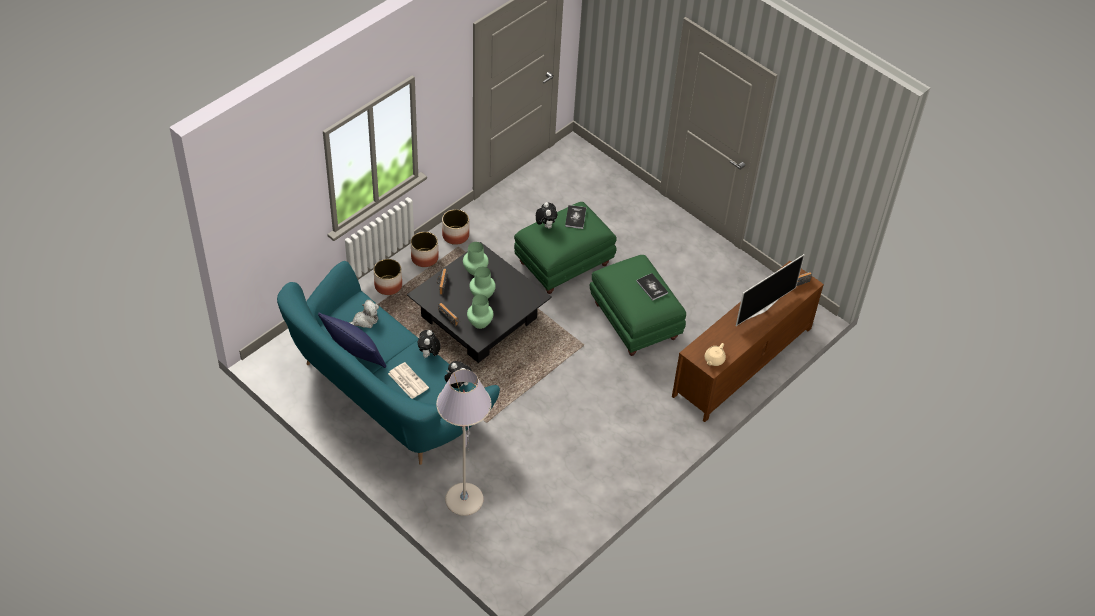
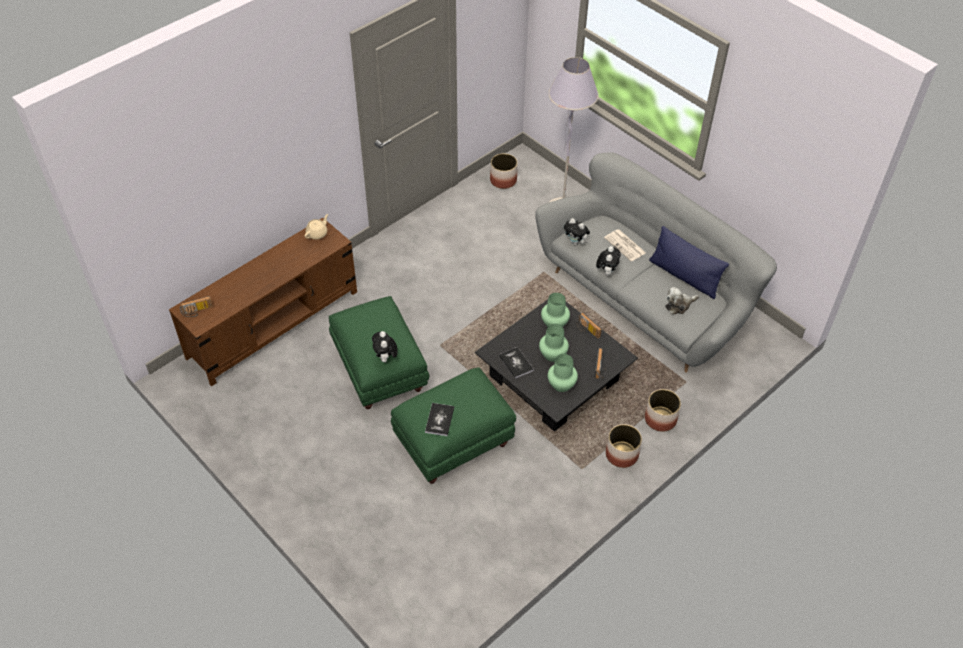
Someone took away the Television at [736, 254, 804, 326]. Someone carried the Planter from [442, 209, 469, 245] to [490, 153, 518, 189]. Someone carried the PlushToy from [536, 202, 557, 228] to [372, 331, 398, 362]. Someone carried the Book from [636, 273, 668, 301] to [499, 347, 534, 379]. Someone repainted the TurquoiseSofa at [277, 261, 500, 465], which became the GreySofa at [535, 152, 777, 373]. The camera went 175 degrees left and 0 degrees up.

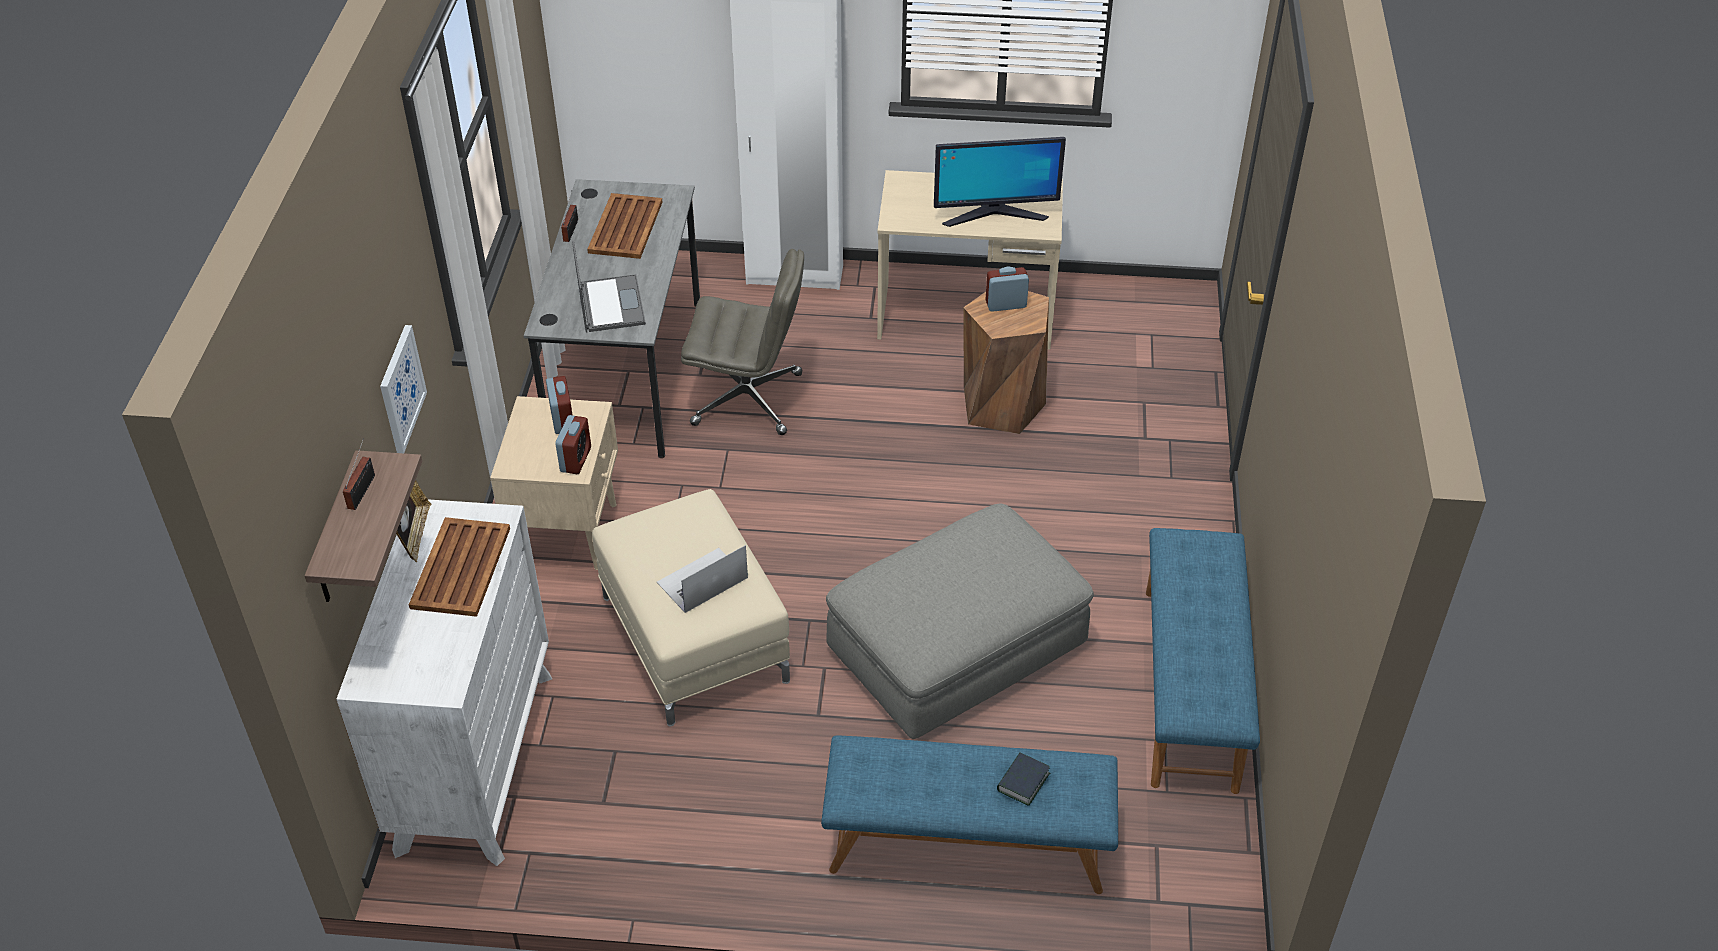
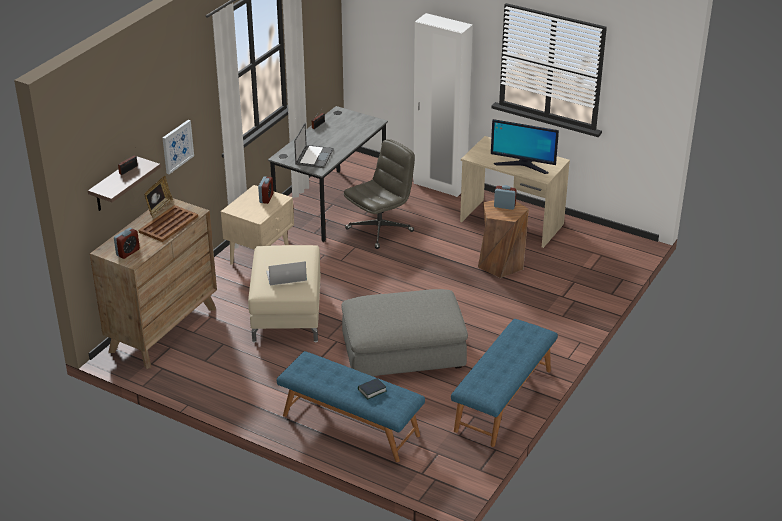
Someone took away the BrownTray at [587, 193, 662, 259]. Someone carried the AlarmClock from [555, 415, 591, 474] to [114, 228, 140, 259]. Someone repainted the WhiteDresser at [337, 499, 552, 866], which became the BrownDresser at [90, 198, 217, 369]. Someone rotated the GreyOfficeChair at [681, 249, 804, 435] by 75 degrees counterclockwise. The camera went 25 degrees right and 10 degrees down.

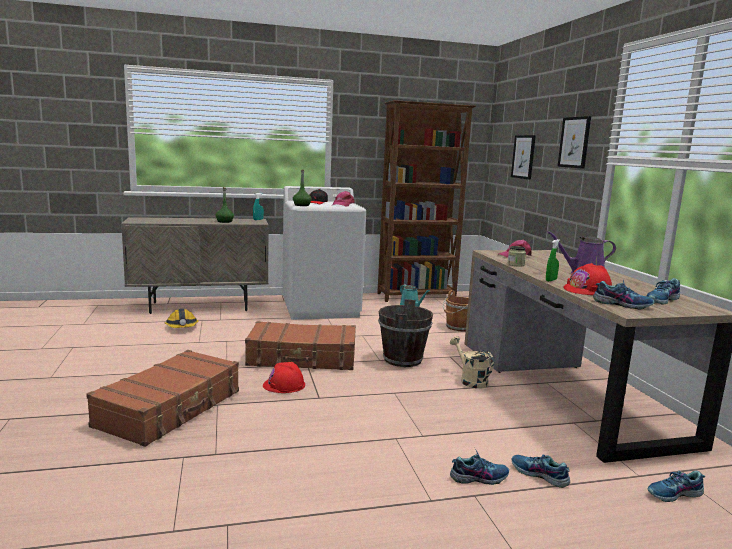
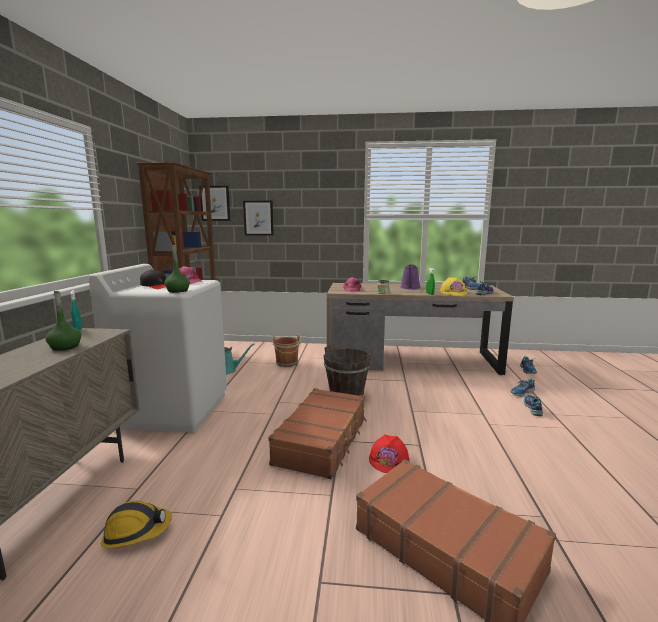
Someone took away the BeigeWateringCan at [450, 336, 494, 388]. Someone carried the Picture from [557, 116, 591, 169] to [199, 186, 230, 221]. Someone repainted the RedHardHat at [564, 263, 612, 295], which became the YellowHardHat at [440, 277, 467, 296]. The camera went 70 degrees left and 0 degrees up.

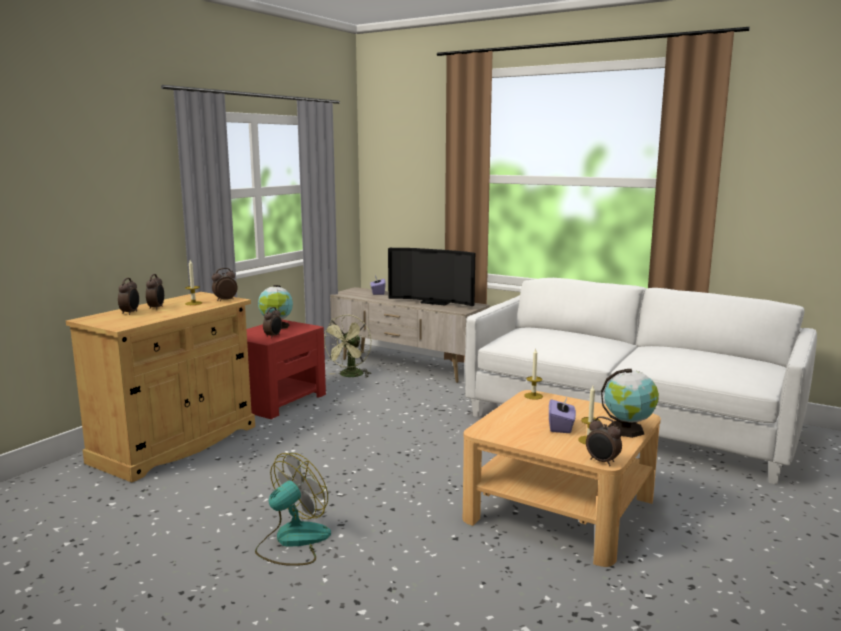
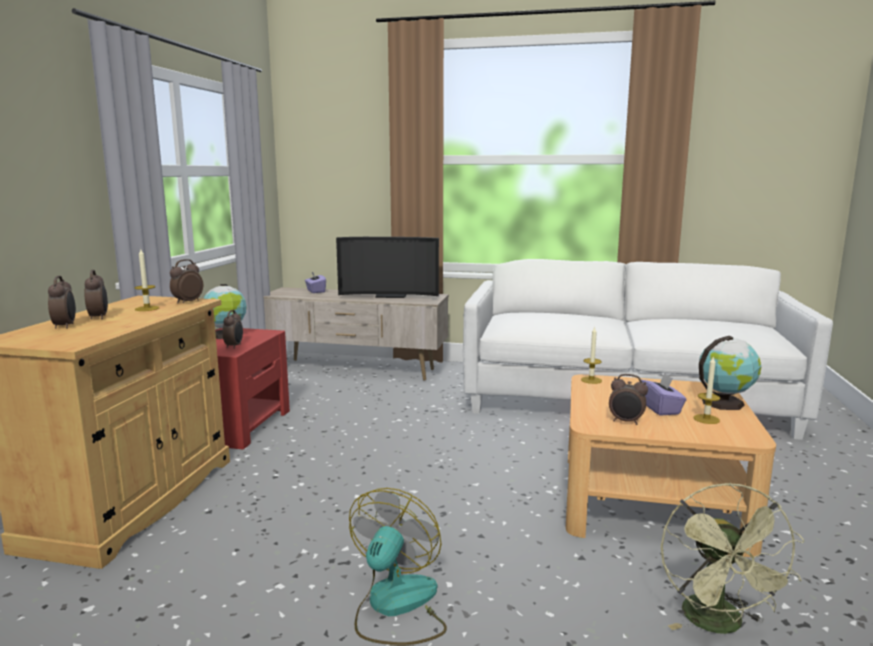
Someone carried the GreenFan from [324, 314, 371, 377] to [661, 483, 804, 634]. Someone carried the AlarmClock from [586, 416, 622, 466] to [609, 374, 648, 425]. The camera went 20 degrees left and 0 degrees up.

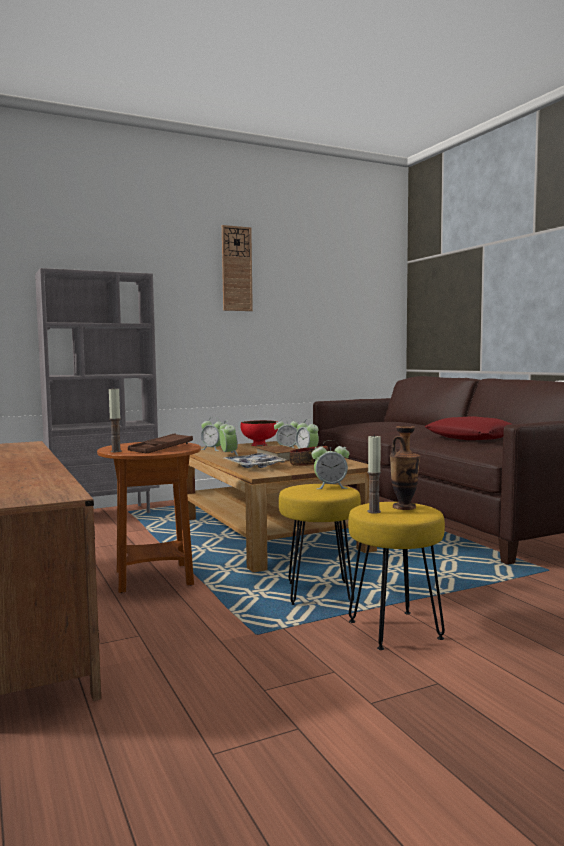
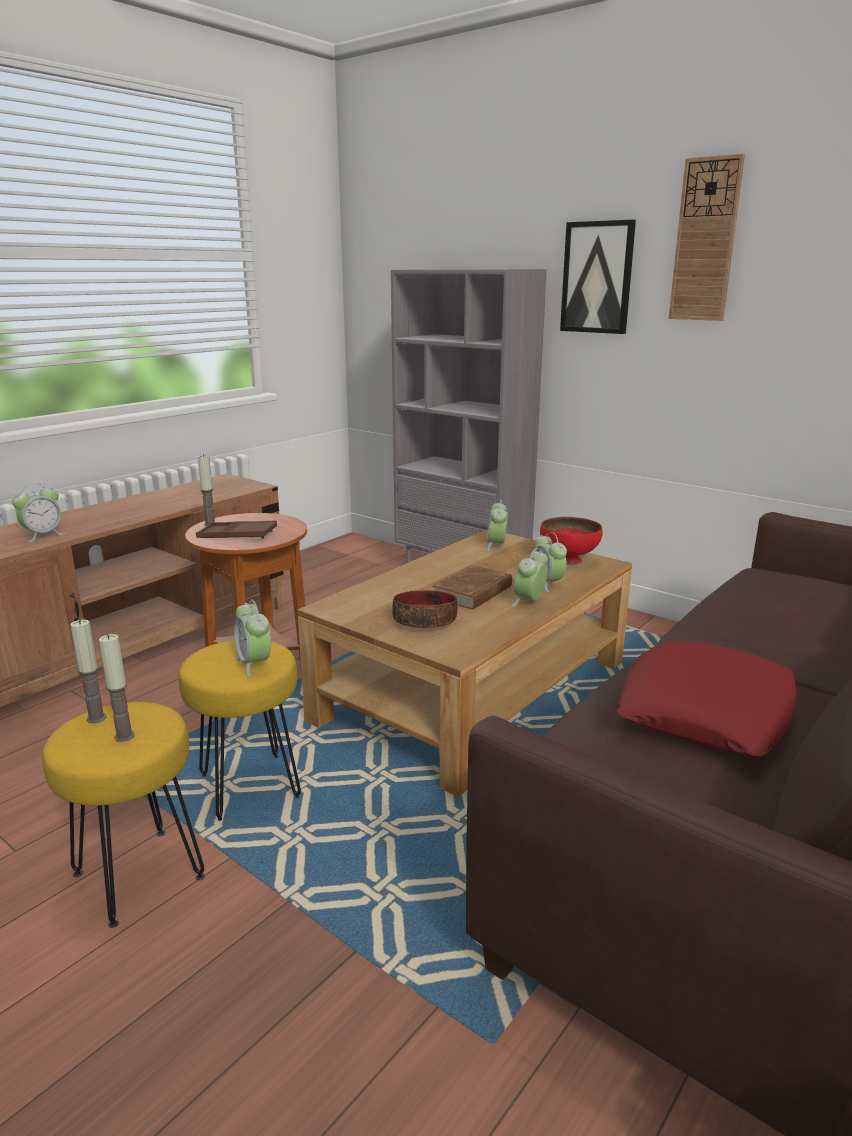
Someone took away the Tray at [224, 453, 287, 468]. Someone put up the Picture at [560, 220, 636, 334]. Someone carried the AlarmClock from [219, 420, 238, 456] to [12, 483, 65, 542]. Someone swapped the Vase at [390, 426, 420, 510] for the Candle at [99, 634, 135, 742]. The camera went 65 degrees right and 15 degrees up.

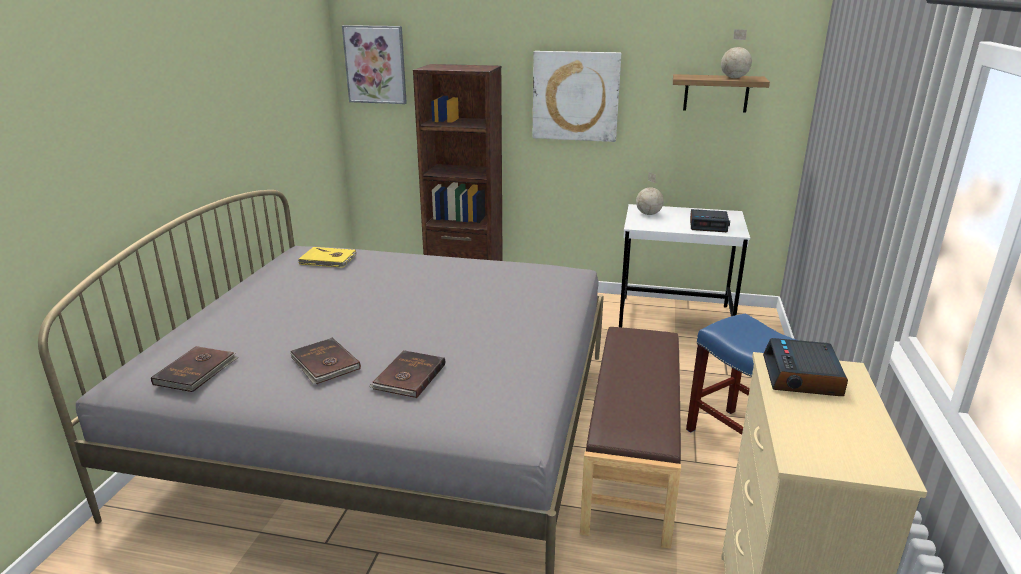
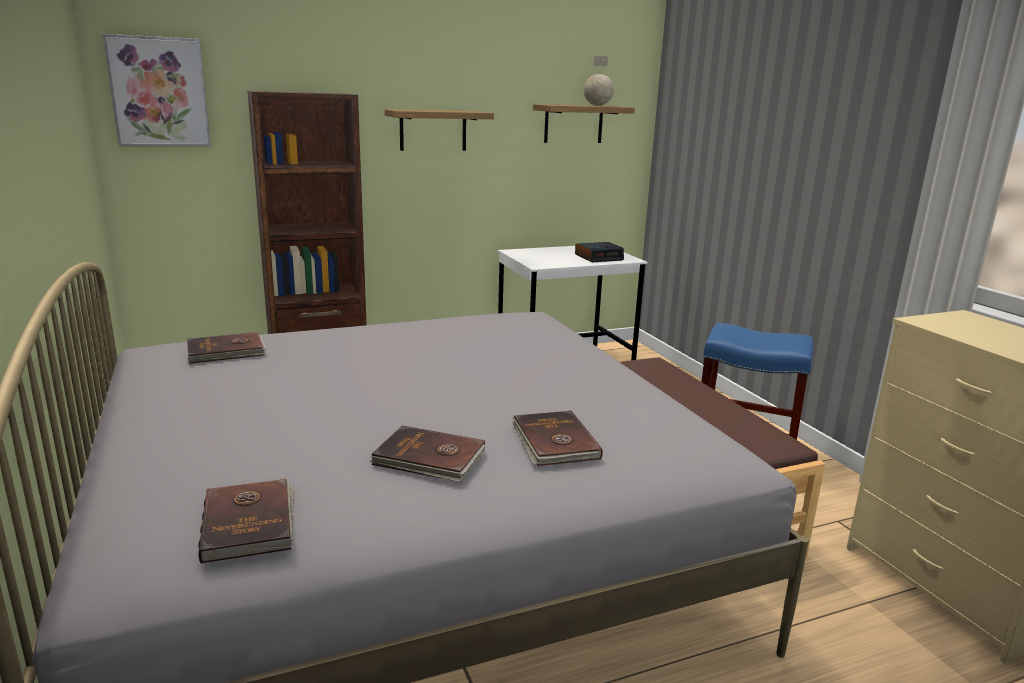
Someone took away the Globe at [636, 172, 664, 215]. Someone took away the AlarmClock at [763, 338, 848, 396]. Someone swapped the Picture at [533, 51, 621, 142] for the Shelf at [385, 109, 494, 151]. Someone repainted the YellowBook at [298, 247, 356, 268], which became the BrownBook at [187, 332, 266, 364]. The camera went 35 degrees left and 5 degrees down.

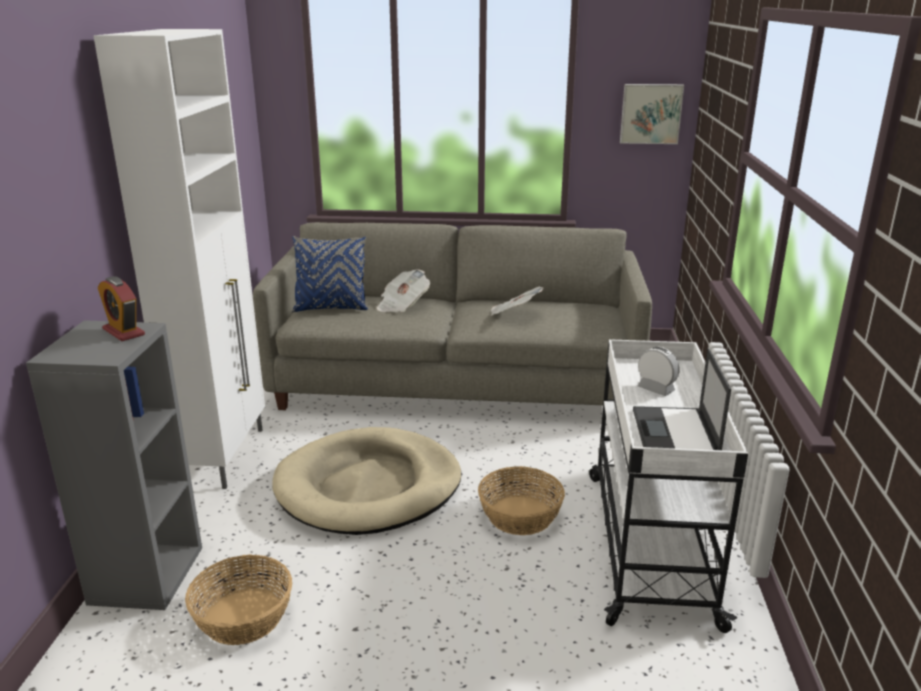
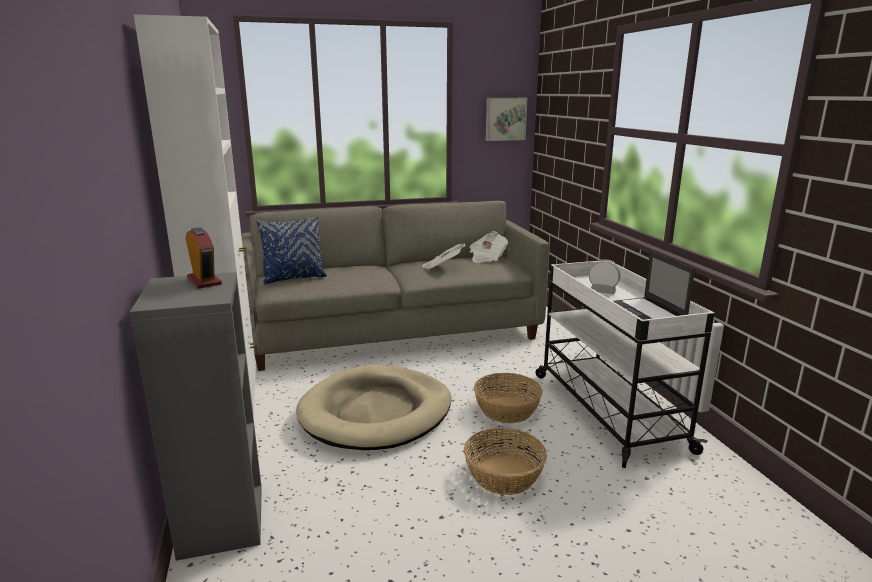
Someone carried the Basket from [185, 554, 292, 645] to [464, 428, 547, 495]. Someone carried the Newspaper from [377, 269, 430, 312] to [469, 231, 508, 263]. Someone rotated the AlarmClock at [97, 276, 145, 341] by 150 degrees counterclockwise. The camera went 20 degrees left and 5 degrees down.

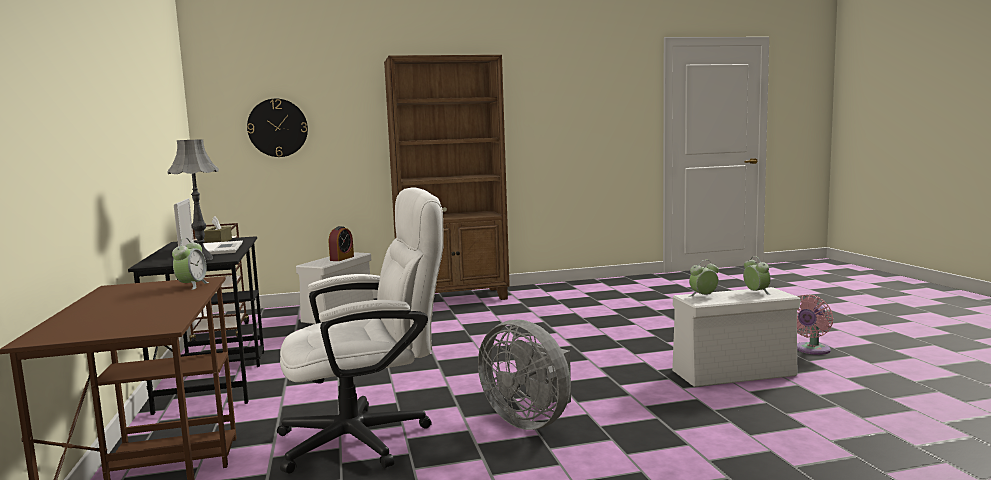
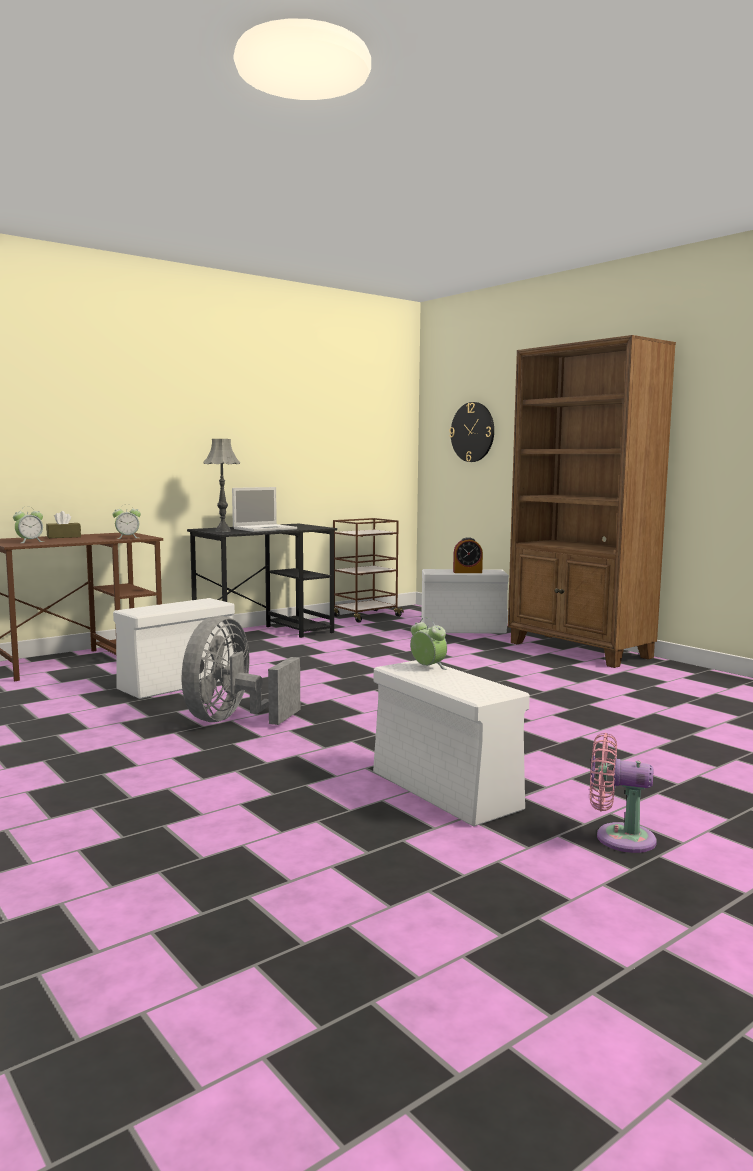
Someone carried the BrownTissueBox from [204, 216, 232, 243] to [46, 511, 81, 538]. Someone carried the AlarmClock from [743, 256, 771, 295] to [13, 507, 44, 543]. Someone swapped the WhiteOfficeChair at [277, 187, 444, 473] for the WhiteStorageBox at [113, 598, 235, 699]. The camera went 65 degrees right and 0 degrees up.

